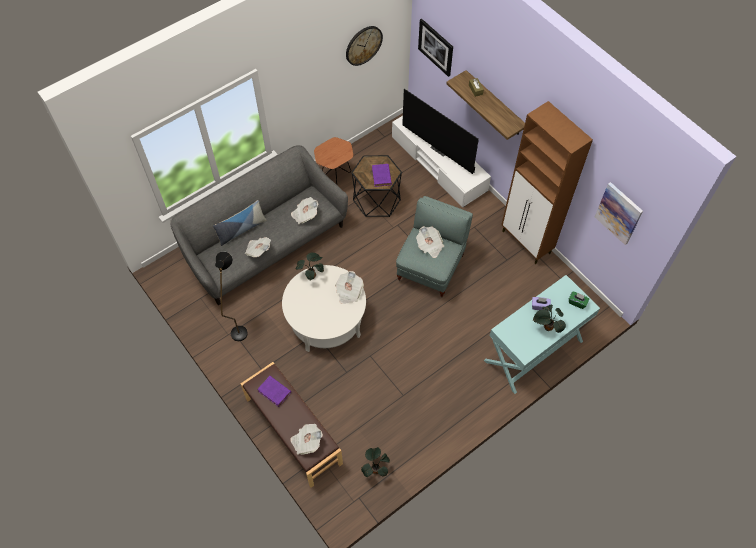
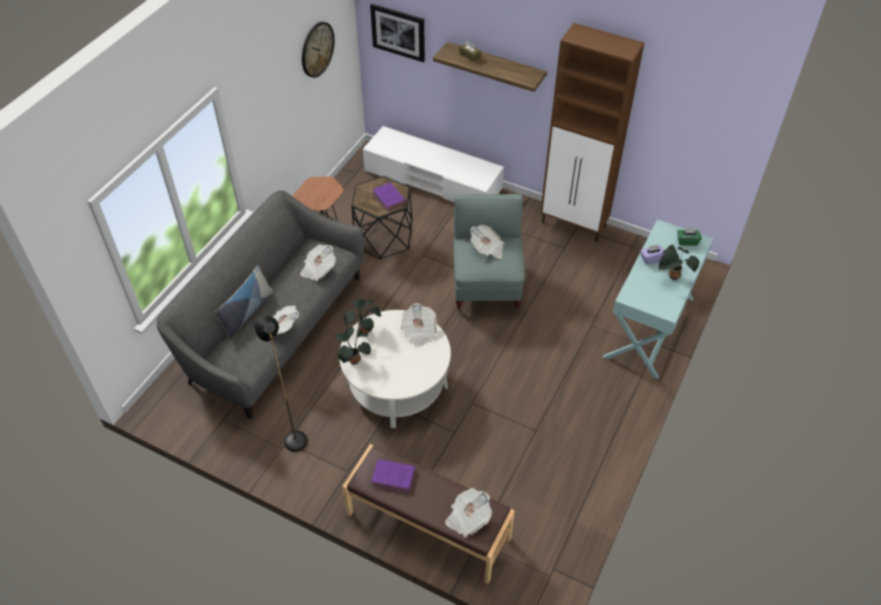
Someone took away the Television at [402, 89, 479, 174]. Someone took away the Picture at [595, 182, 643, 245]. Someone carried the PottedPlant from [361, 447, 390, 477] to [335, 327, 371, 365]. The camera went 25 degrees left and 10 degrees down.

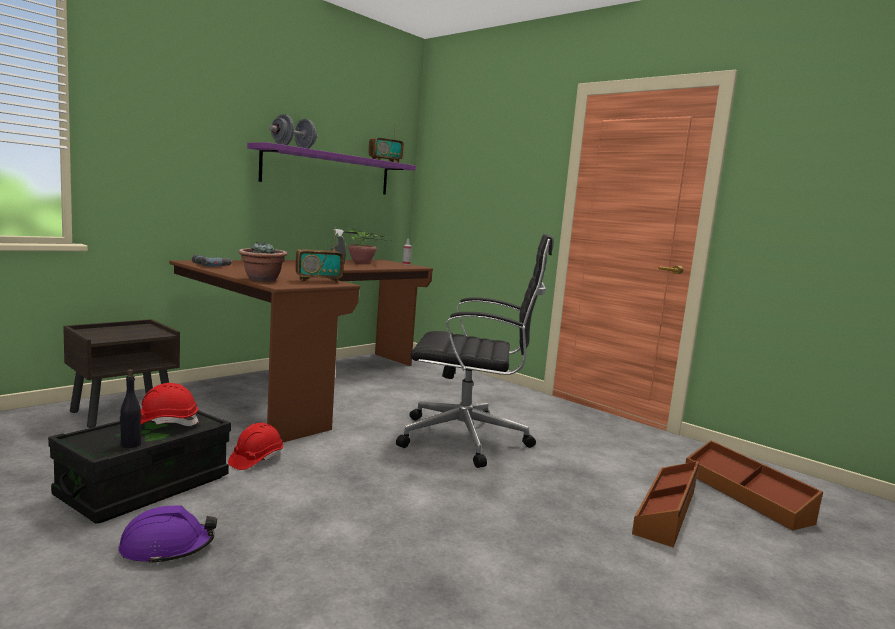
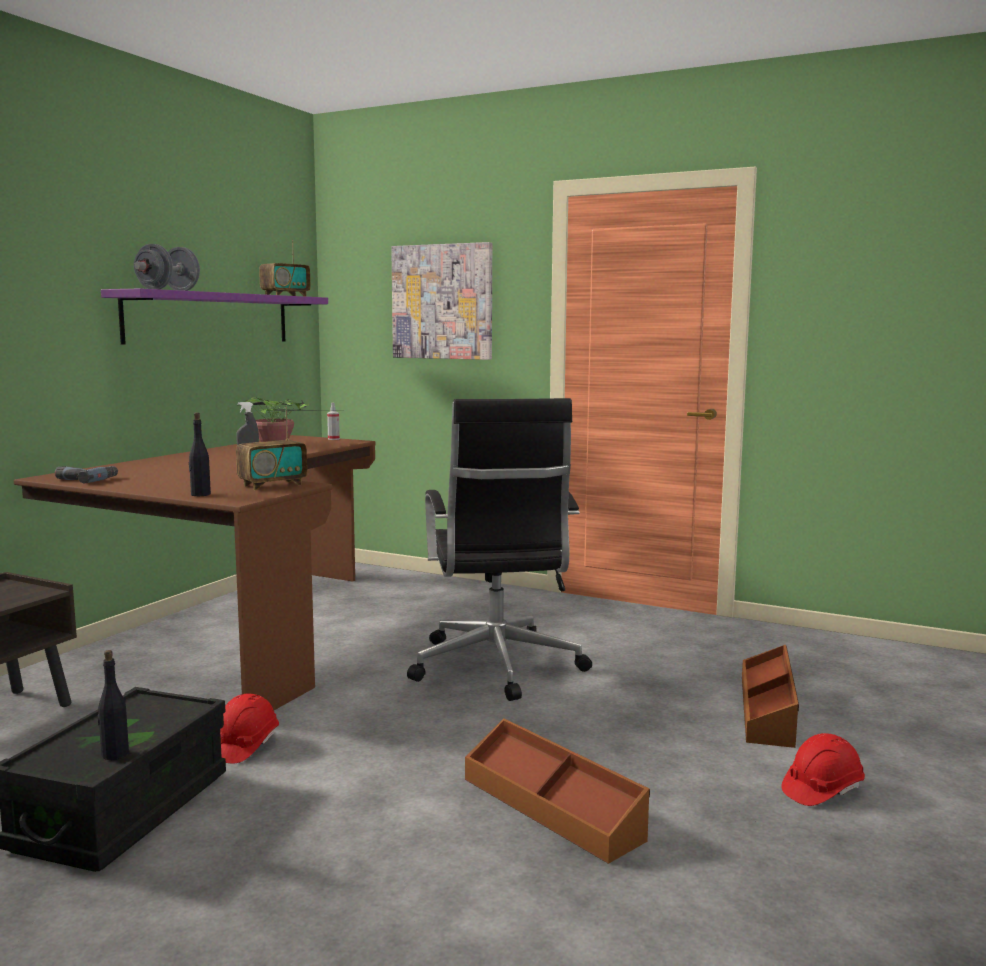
Someone took away the PurpleHardHat at [119, 506, 217, 565]. Someone put up the Picture at [391, 242, 492, 360]. Someone carried the RedHardHat from [141, 383, 199, 426] to [781, 733, 865, 806]. Someone carried the BrownStorageBox from [686, 440, 823, 531] to [465, 718, 650, 864]. Someone swapped the PottedPlant at [238, 242, 288, 282] for the BlackBottle at [188, 412, 211, 496]. Someone rotated the BlackOfficeChair at [396, 234, 554, 468] by 90 degrees clockwise. The camera went 15 degrees left and 0 degrees up.

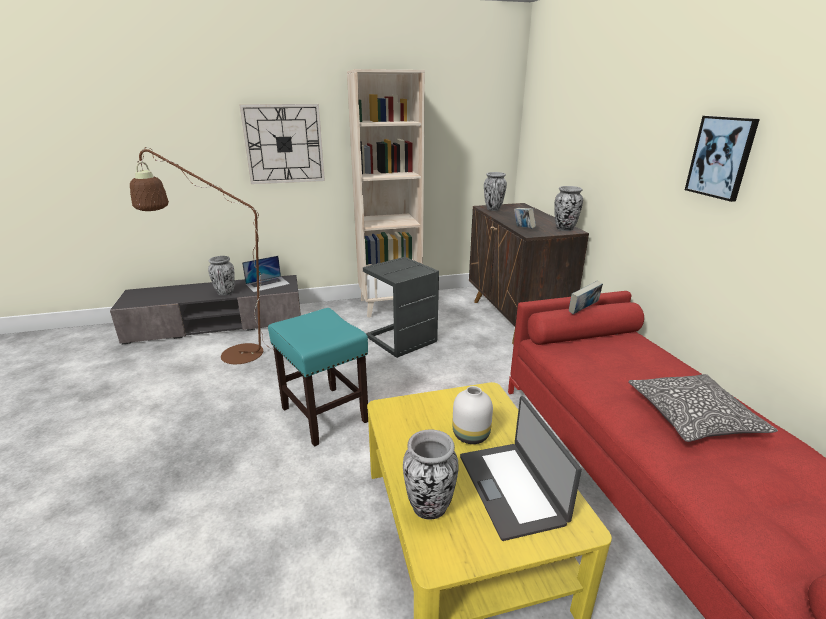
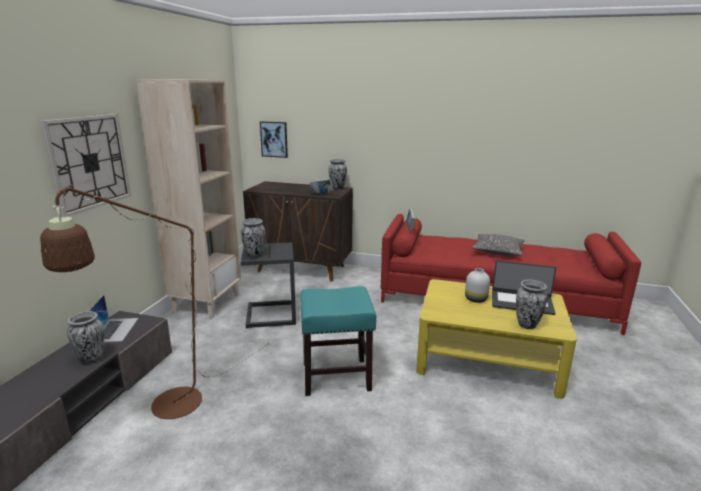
Someone carried the Vase from [484, 172, 507, 211] to [241, 218, 265, 258]. Someone carried the Picture from [685, 116, 760, 202] to [260, 121, 288, 158]. The camera went 60 degrees left and 5 degrees down.

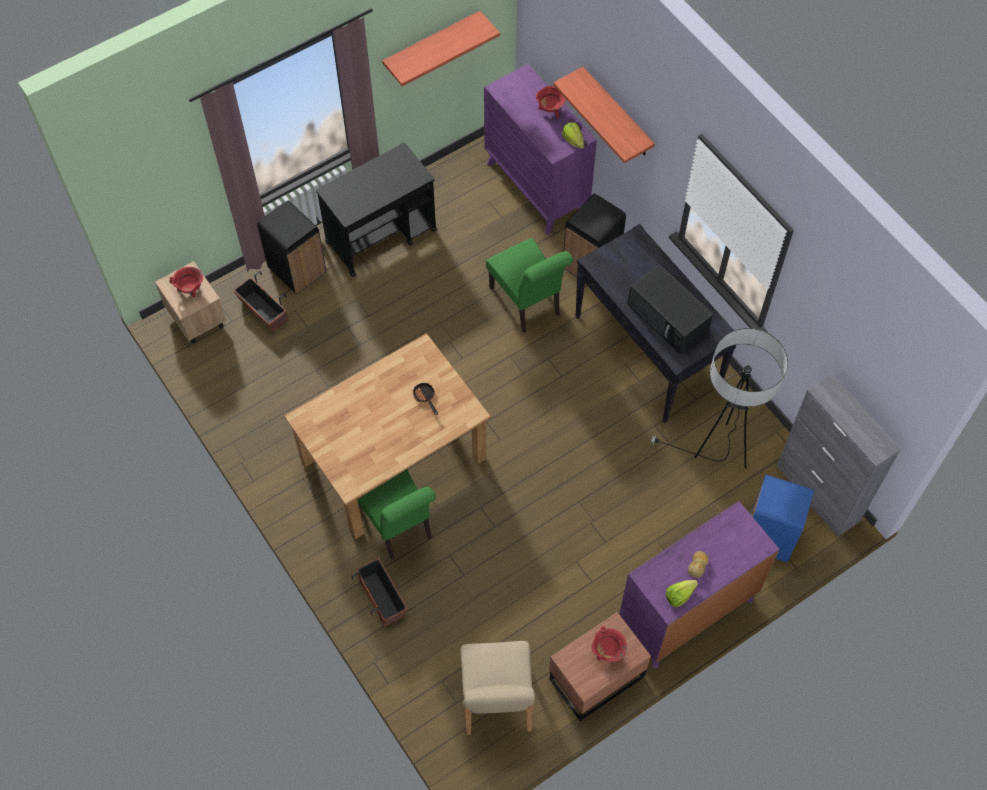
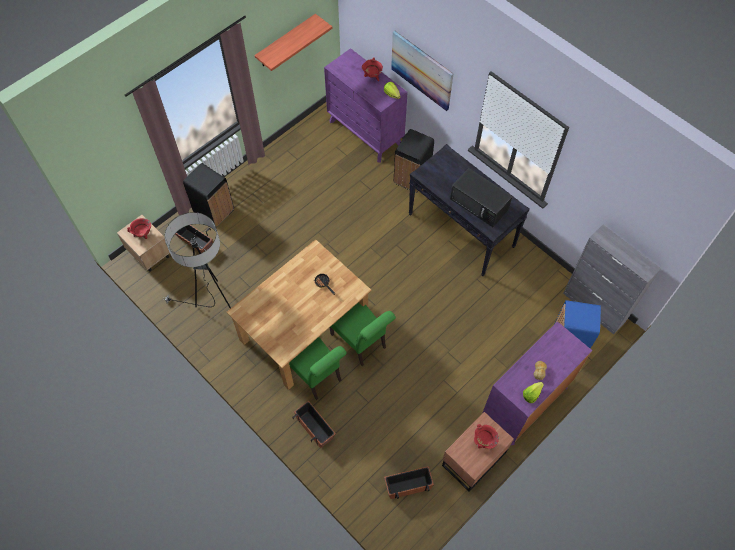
Someone took away the BlackCart at [316, 143, 437, 277]. Someone carried the GreenChair from [486, 238, 573, 333] to [330, 302, 396, 366]. Someone carried the FloorLamp from [648, 328, 788, 468] to [163, 212, 231, 309]. Someone swapped the BeigeChair at [460, 641, 535, 735] for the Planter at [384, 466, 434, 499]. Someone swapped the Shelf at [553, 67, 655, 163] for the Picture at [391, 31, 453, 111]. The camera went 10 degrees left and 0 degrees up.

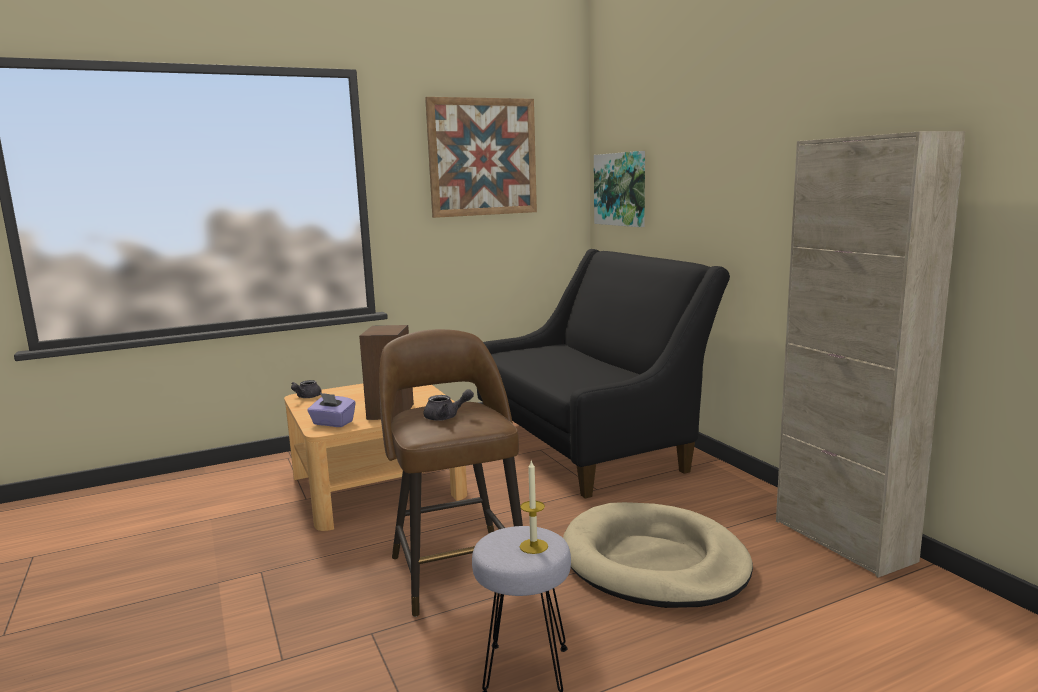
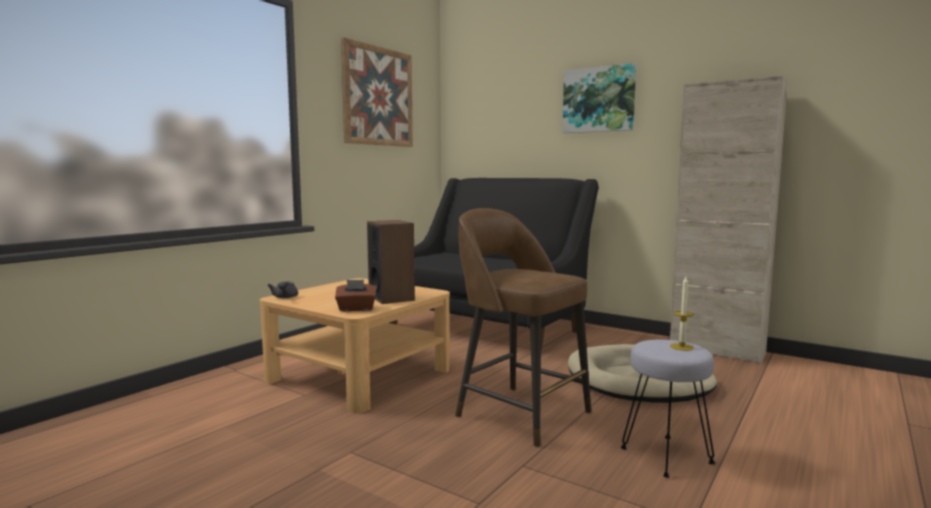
Someone took away the GreyTeapot at [424, 389, 474, 421]. Someone carried the Picture from [594, 151, 645, 227] to [563, 63, 636, 133]. Someone repainted the PurpleTissueBox at [307, 393, 356, 427], which became the BrownTissueBox at [335, 280, 376, 311]. The camera went 30 degrees left and 5 degrees down.

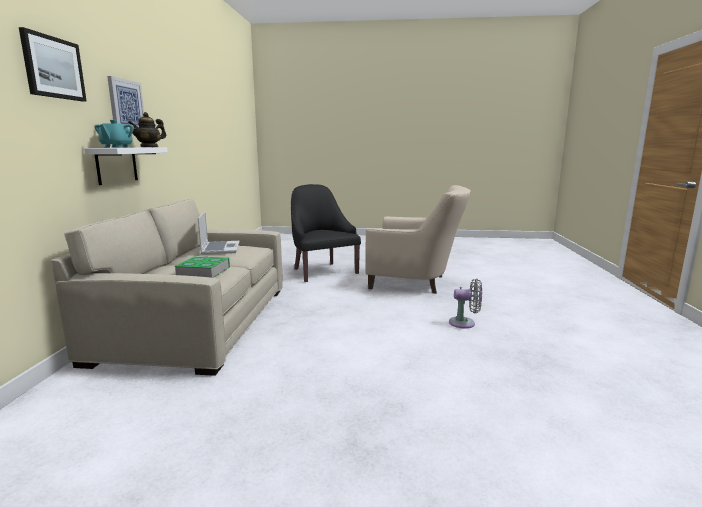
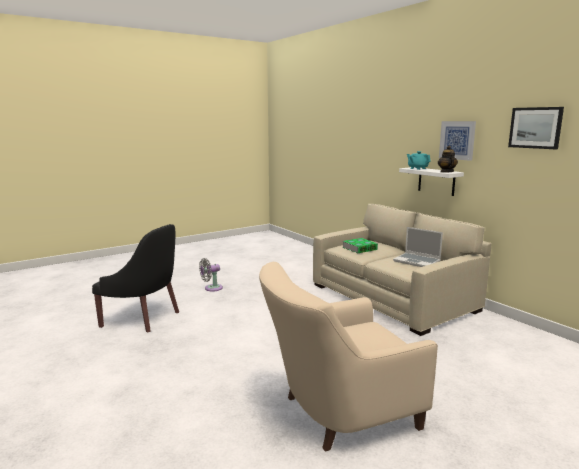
Someone carried the Picture from [19, 27, 86, 101] to [508, 107, 564, 149]. Someone carried the BlackArmchair from [291, 184, 361, 282] to [92, 224, 179, 333]. Someone carried the GreyFan from [449, 279, 482, 329] to [199, 258, 223, 292]. The camera went 140 degrees right and 0 degrees up.

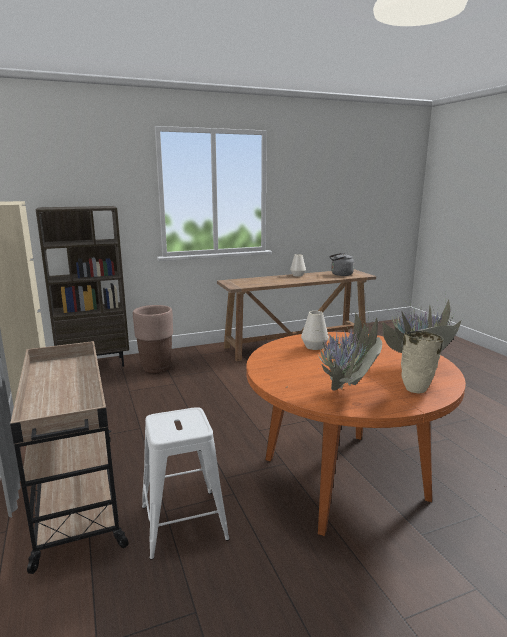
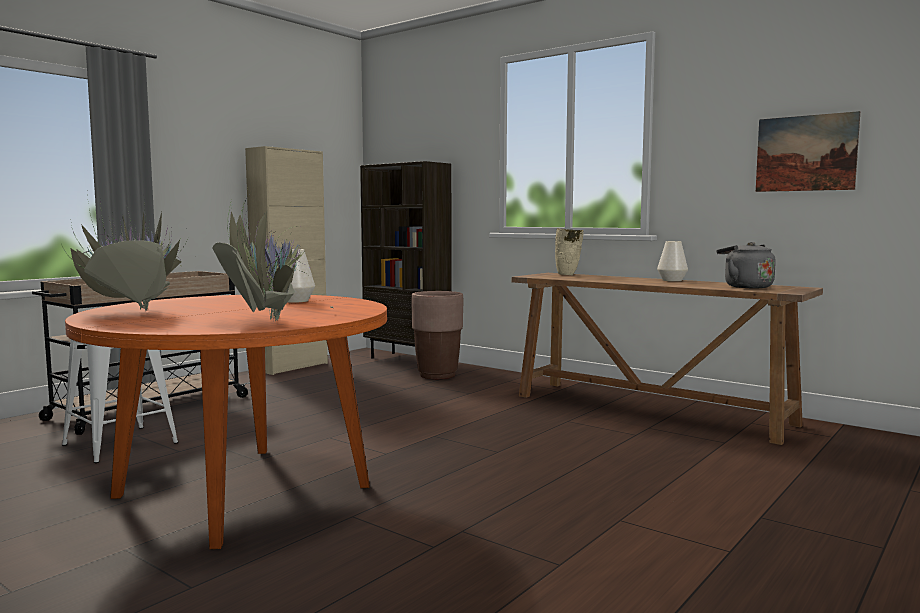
Someone put up the Picture at [756, 111, 860, 192]. Someone carried the BeigeVase from [401, 331, 444, 393] to [555, 228, 584, 275]. The camera went 60 degrees right and 10 degrees down.

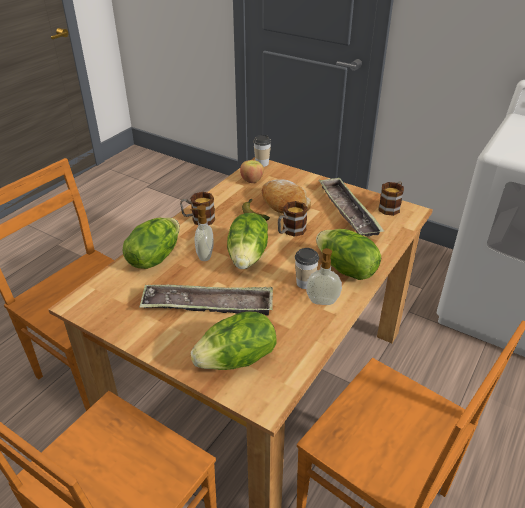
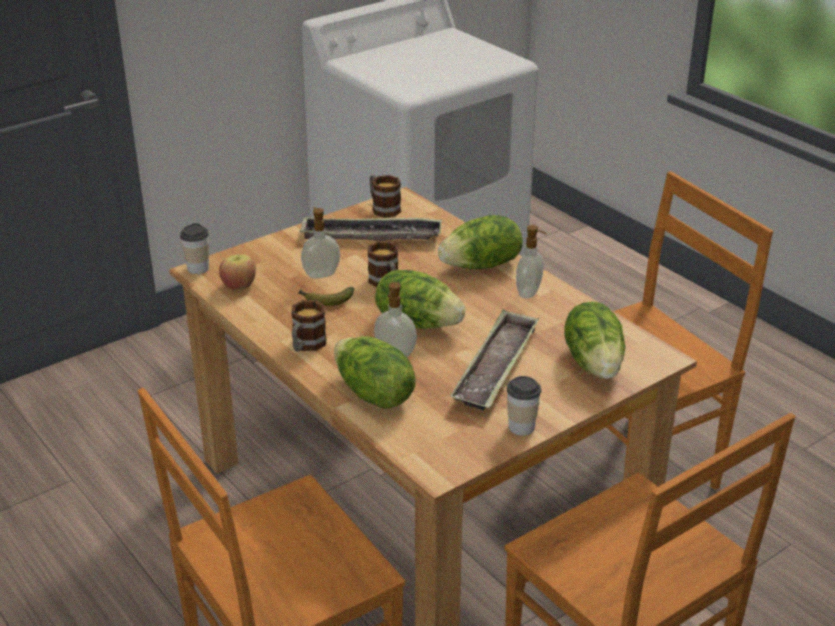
Someone carried the Cup from [295, 248, 319, 289] to [507, 376, 541, 436]. Someone swapped the Bread at [262, 179, 311, 214] for the SoapDispenser at [301, 207, 340, 279]. The camera went 70 degrees left and 5 degrees down.

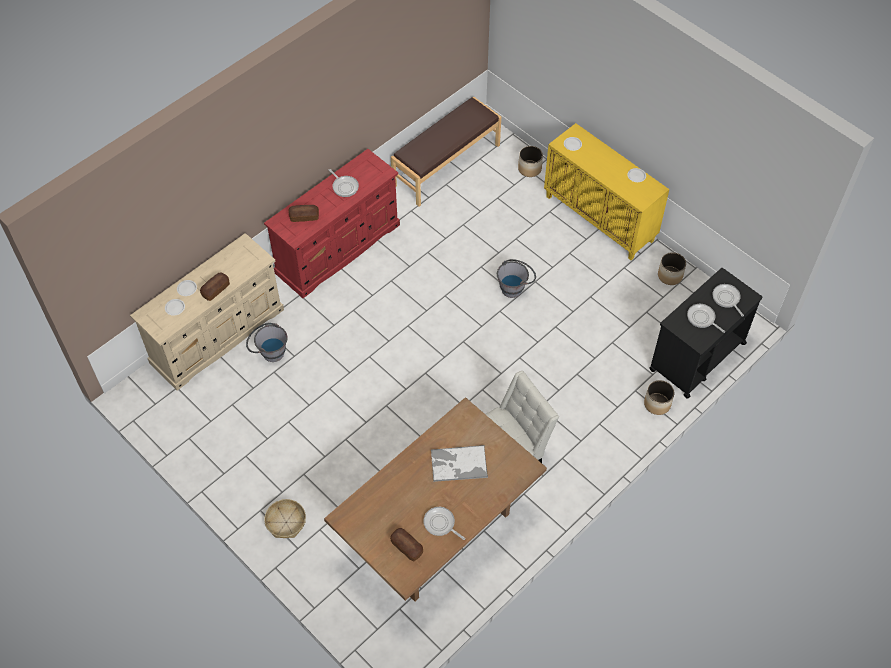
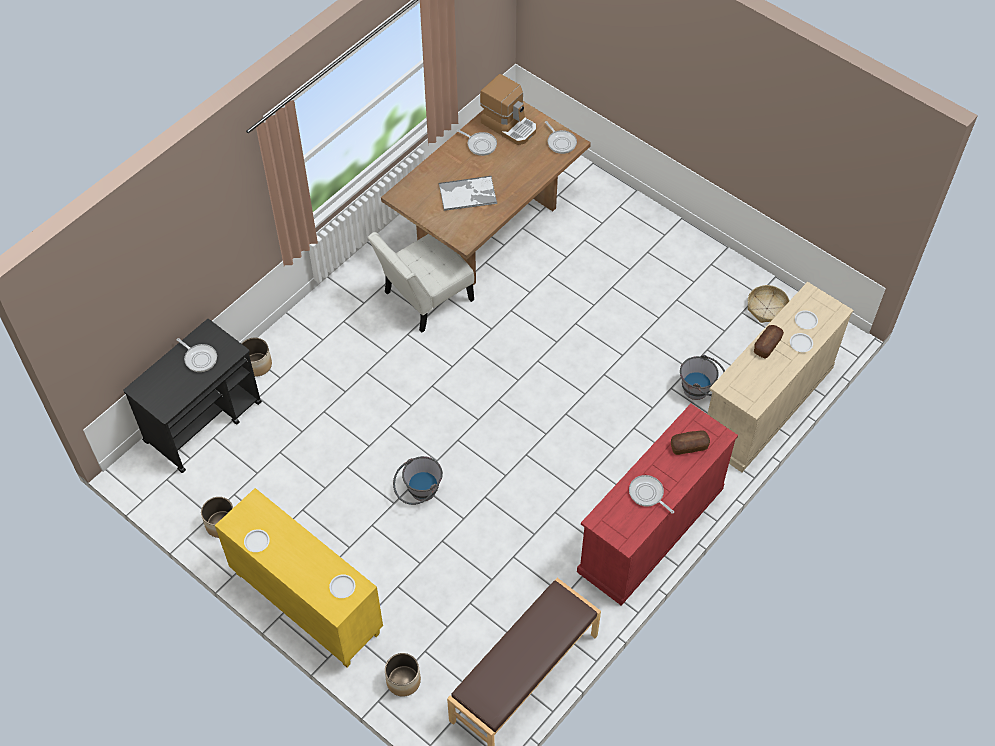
Someone carried the Basket from [264, 499, 306, 538] to [748, 285, 790, 323]. Someone carried the FryingPan from [713, 284, 744, 317] to [545, 121, 577, 154]. Someone swapped the Bread at [390, 528, 423, 561] for the CoffeeMachine at [480, 74, 536, 145]. The camera went 175 degrees right and 0 degrees up.

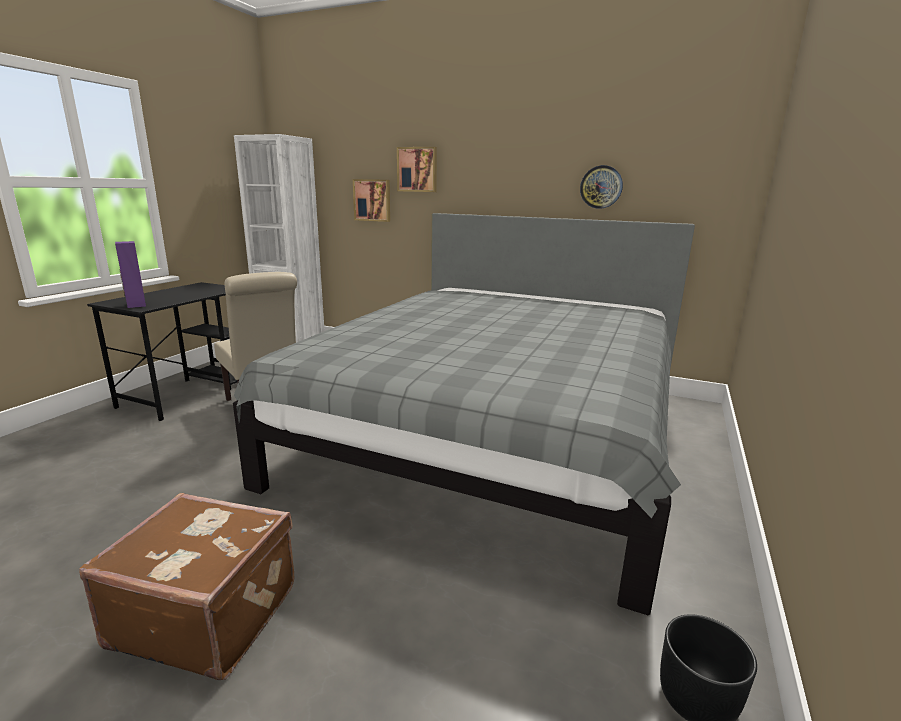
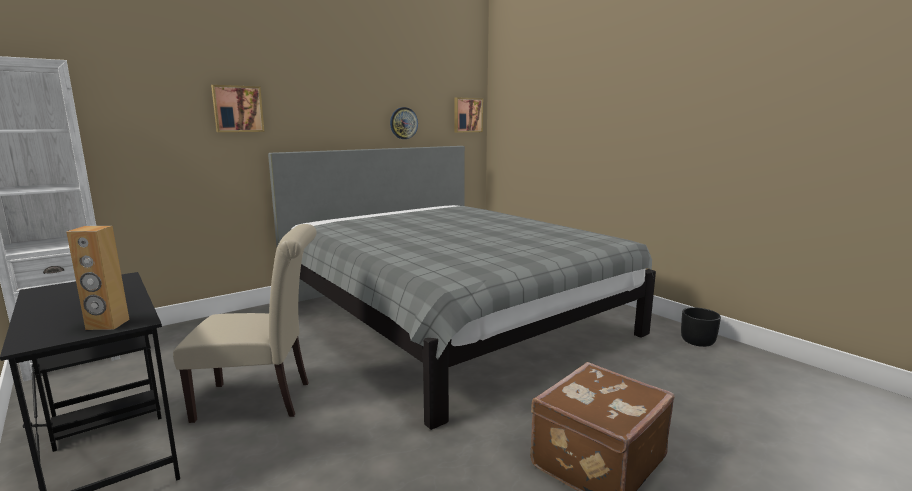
Someone carried the Picture from [353, 179, 390, 222] to [454, 97, 483, 132]. Someone repainted the PurpleSpeaker at [115, 241, 146, 308], which became the BrownSpeaker at [66, 226, 130, 330]. The camera went 60 degrees left and 5 degrees down.

